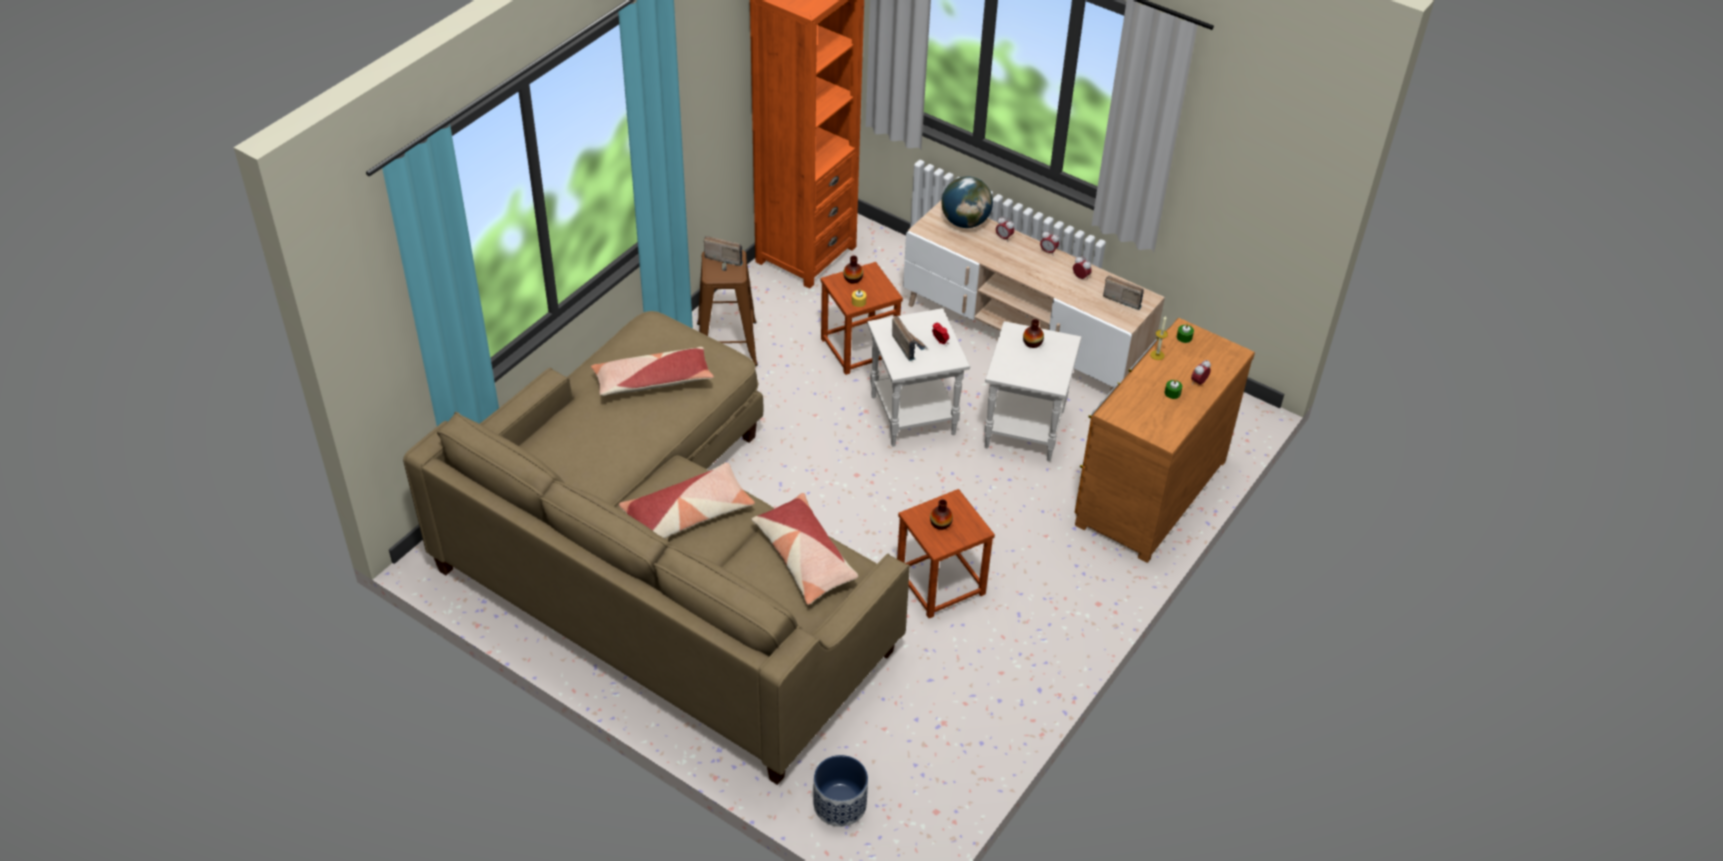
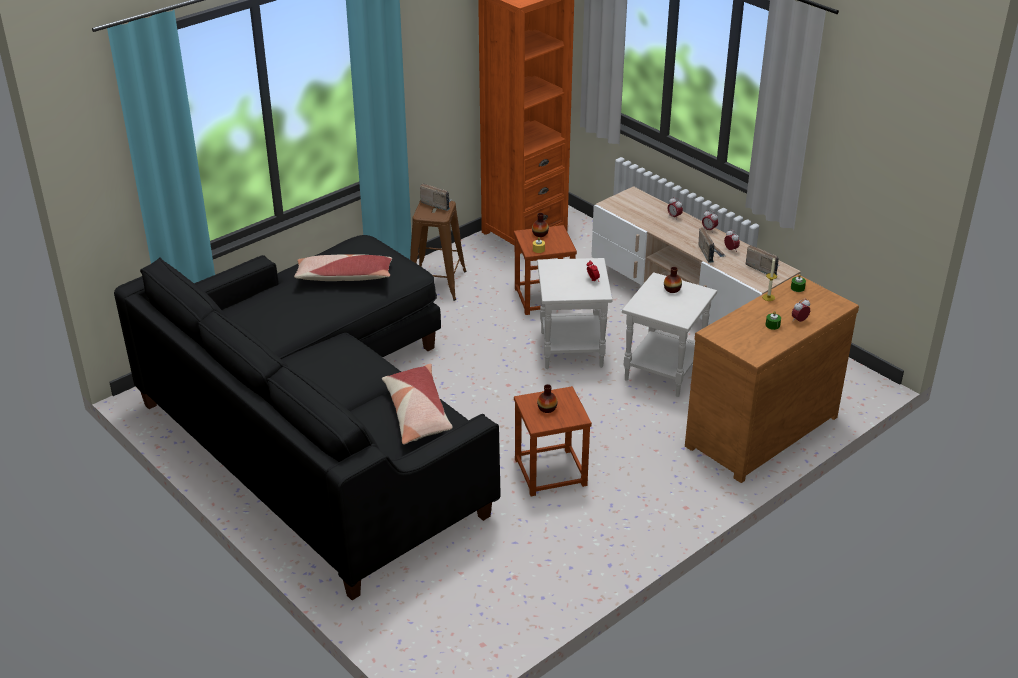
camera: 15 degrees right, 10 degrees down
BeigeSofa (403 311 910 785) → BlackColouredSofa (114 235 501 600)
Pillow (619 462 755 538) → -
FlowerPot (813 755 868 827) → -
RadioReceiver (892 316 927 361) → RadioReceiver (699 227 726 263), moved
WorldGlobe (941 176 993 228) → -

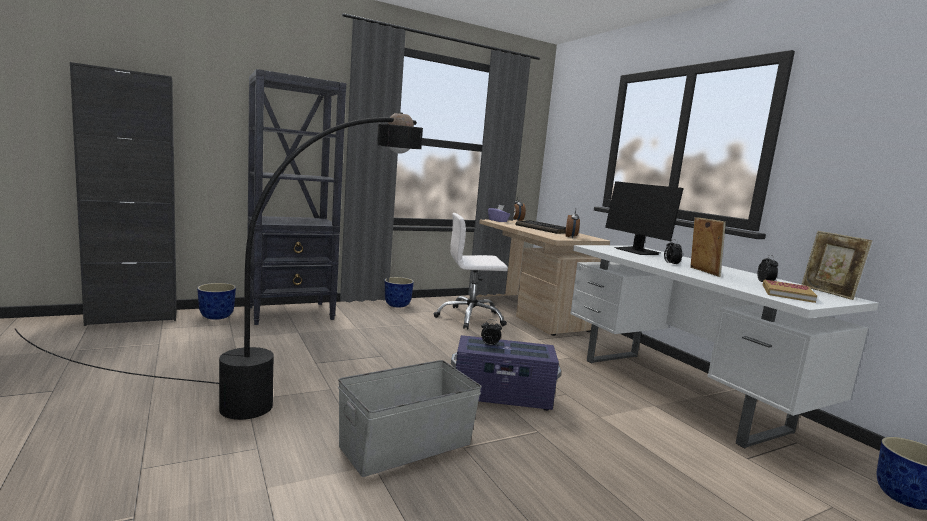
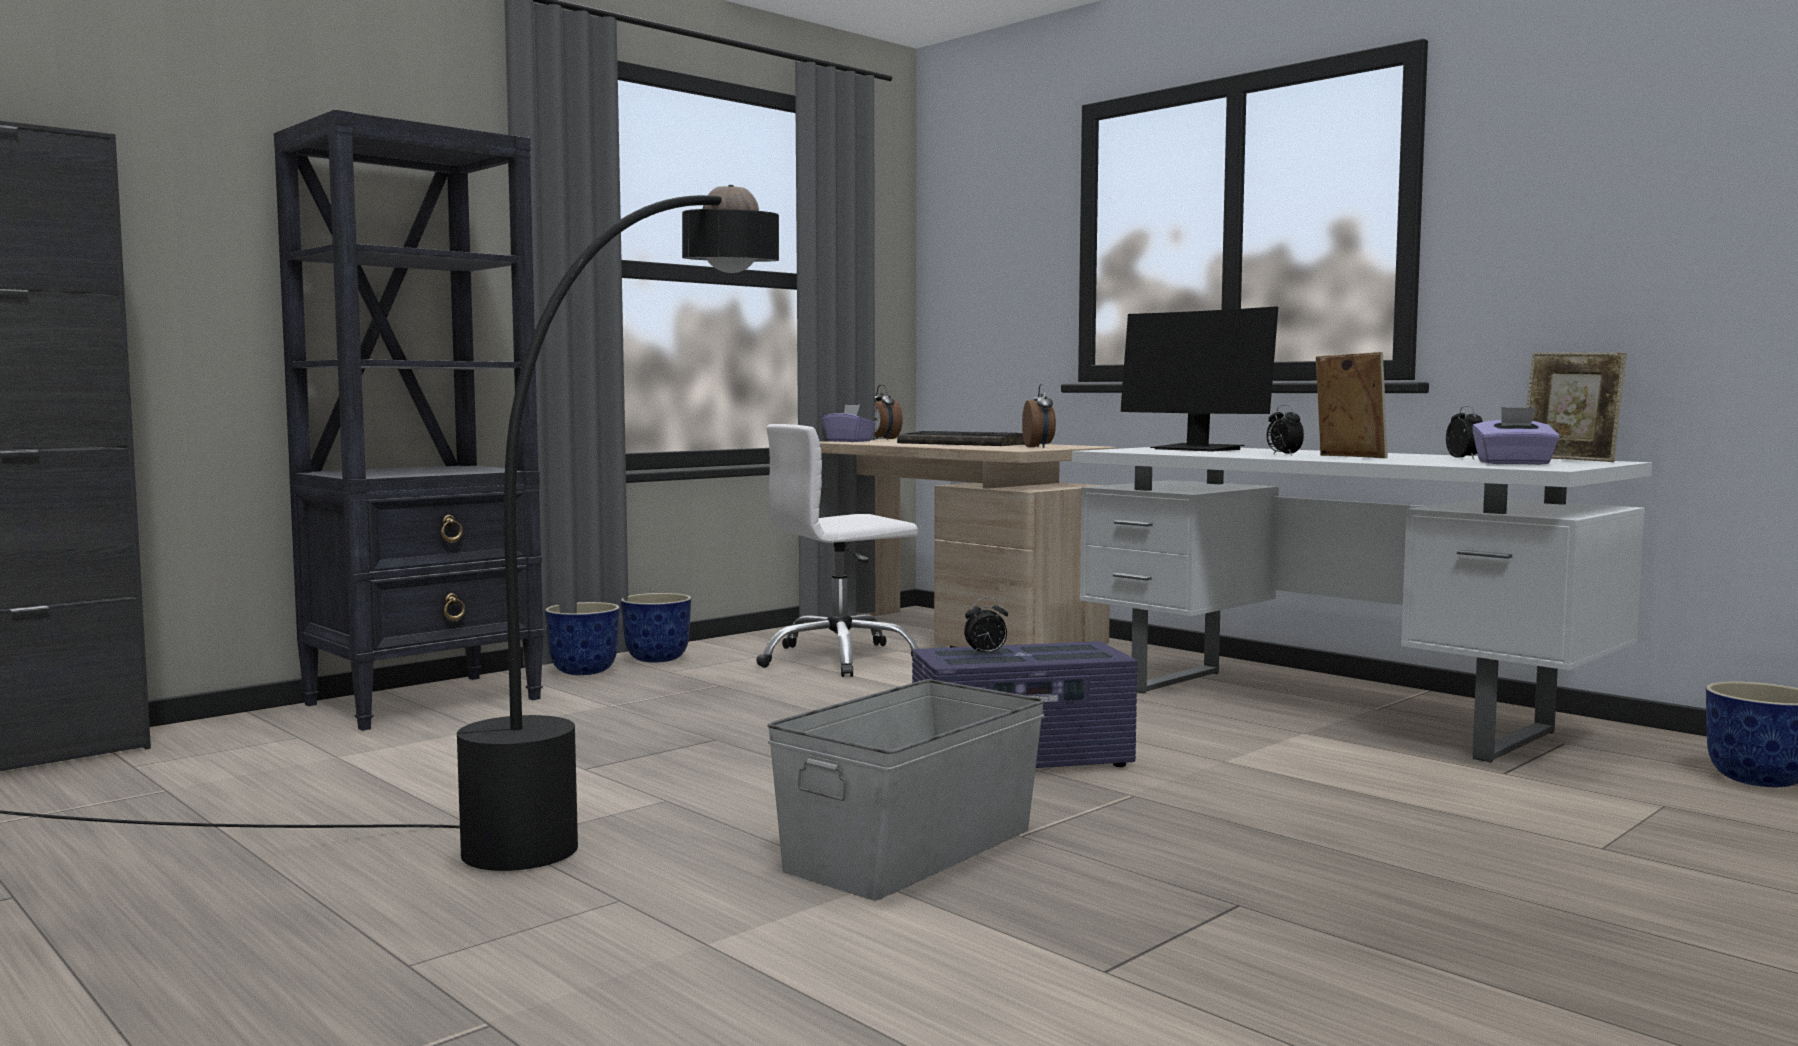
camera: 15 degrees left, 5 degrees down
FlowerPot (197 283 236 320) → FlowerPot (545 602 620 675), moved
BoundBook (763 279 817 303) → PurplishBoxOfTissues (1472 407 1560 465)

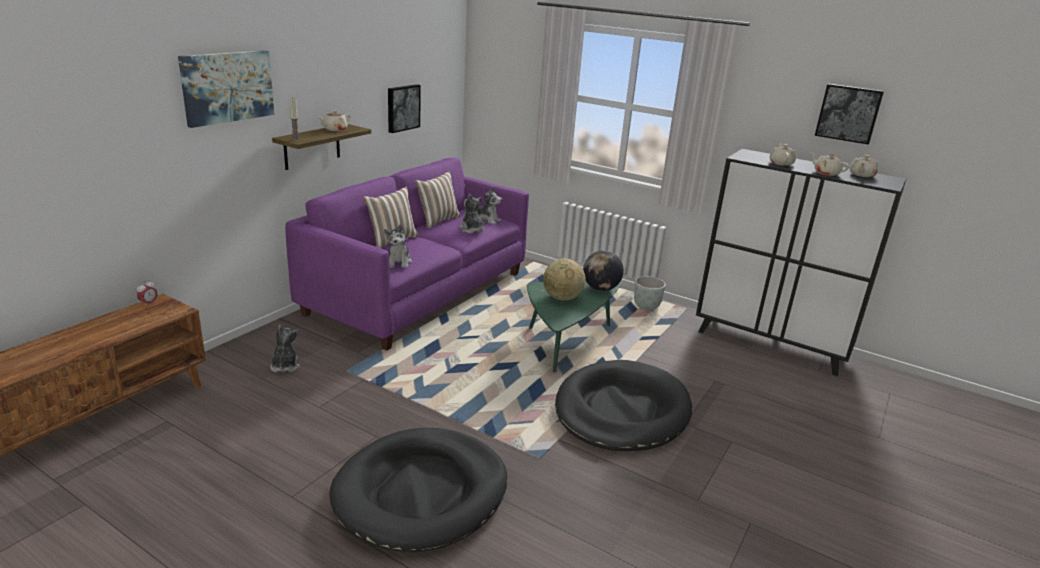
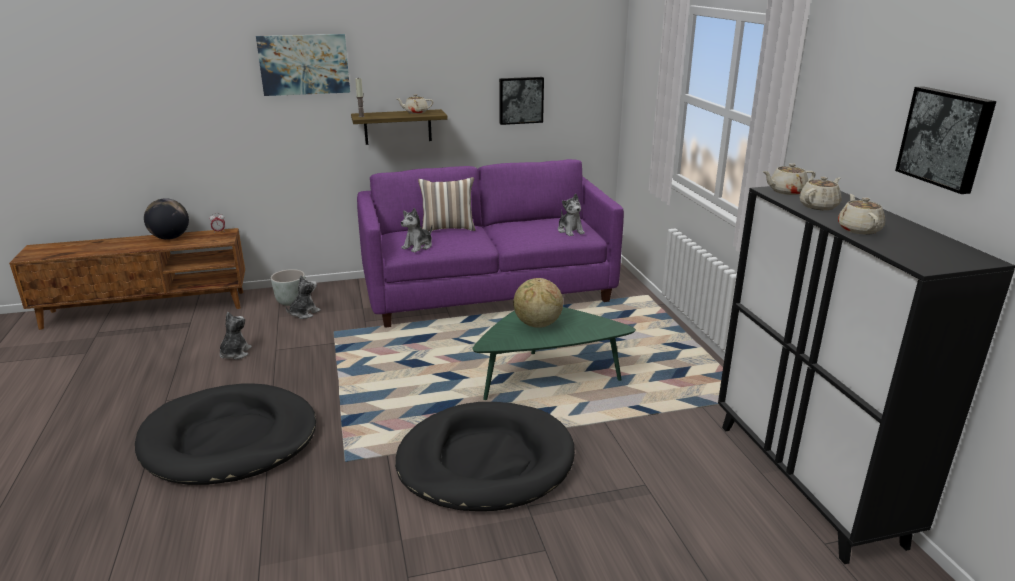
camera: 45 degrees right, 0 degrees up
Pillow (415 171 460 229) → -
SoftToy (459 194 484 233) → SoftToy (220 312 252 360), moved
WorldGlobe (583 250 624 291) → WorldGlobe (144 198 189 240), moved
GreyishFlowerPot (634 276 666 310) → GreyishFlowerPot (271 269 305 306), moved
BeigeTeapot (850 155 878 177) → BeigeTeapot (763 163 815 195), moved

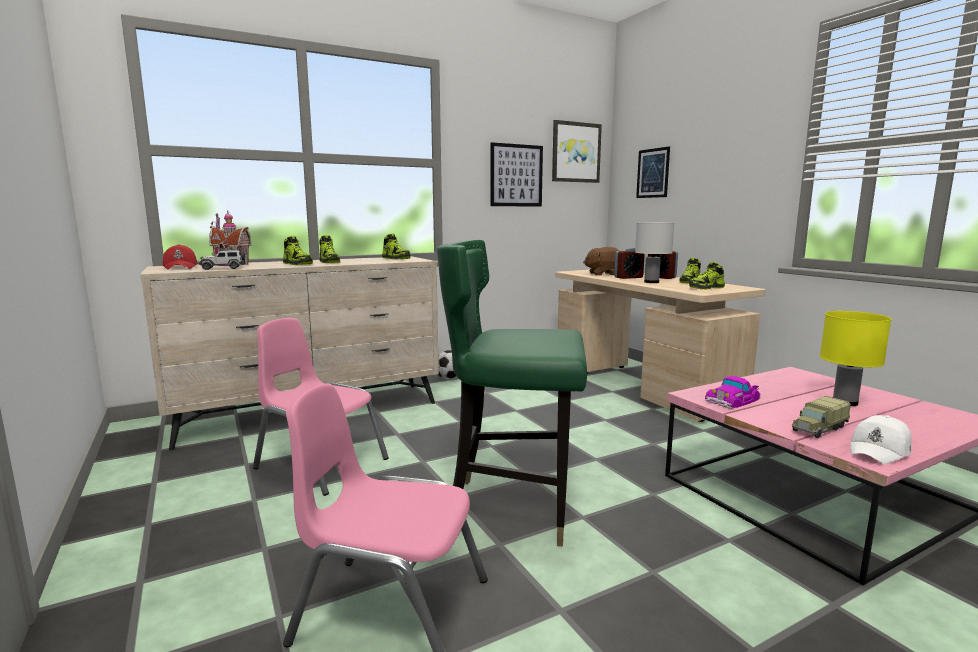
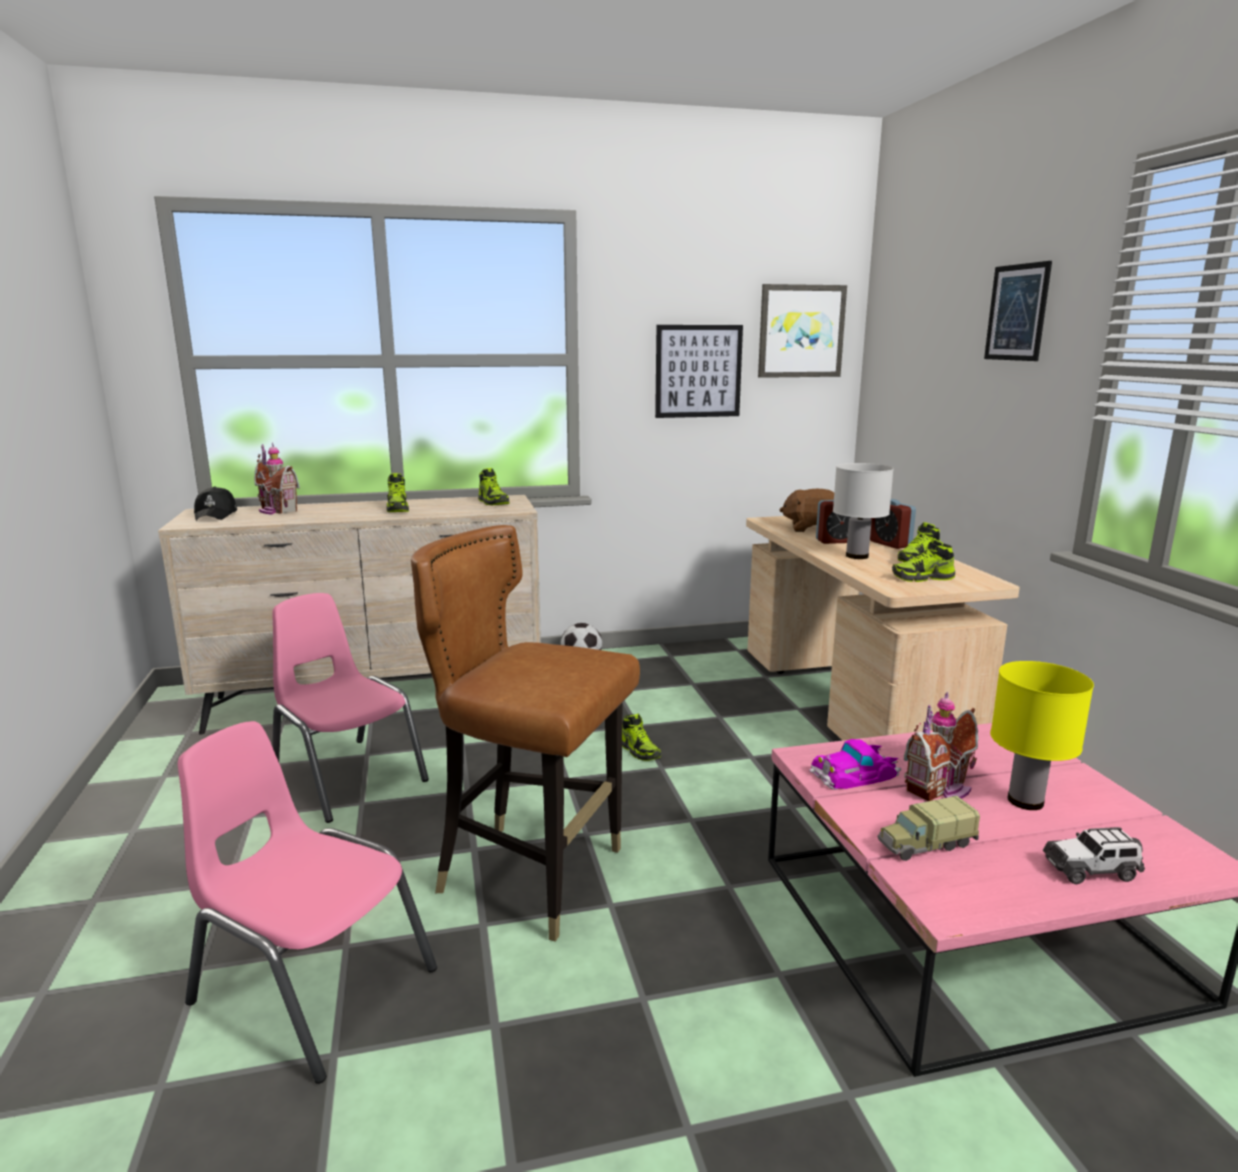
camera: 15 degrees right, 5 degrees up
ReddishBaseballCap (163 244 198 270) → BlackColouredBaseballCap (194 486 237 521)
ModelCar (199 249 246 270) → ModelCar (1043 827 1145 884), moved
Shoe (283 236 313 265) → Shoe (622 713 661 761), moved
GreenColouredPlainChair (436 240 587 546) → BrownishPlainChair (411 525 640 942)
WallArt (636 146 670 198) → WallArt (984 261 1052 361), moved
WhiteBaseballCap (851 415 912 464) → -
- → MiniatureHouse (904 692 979 801)

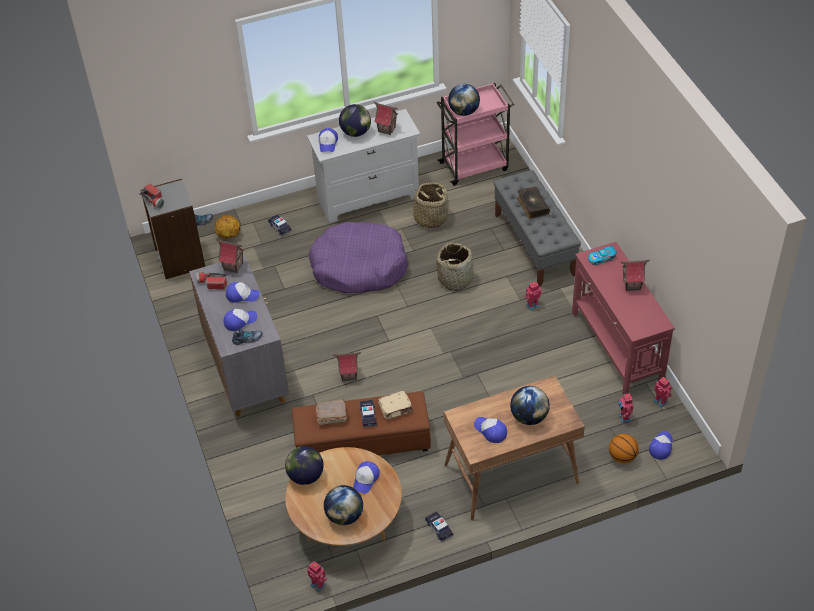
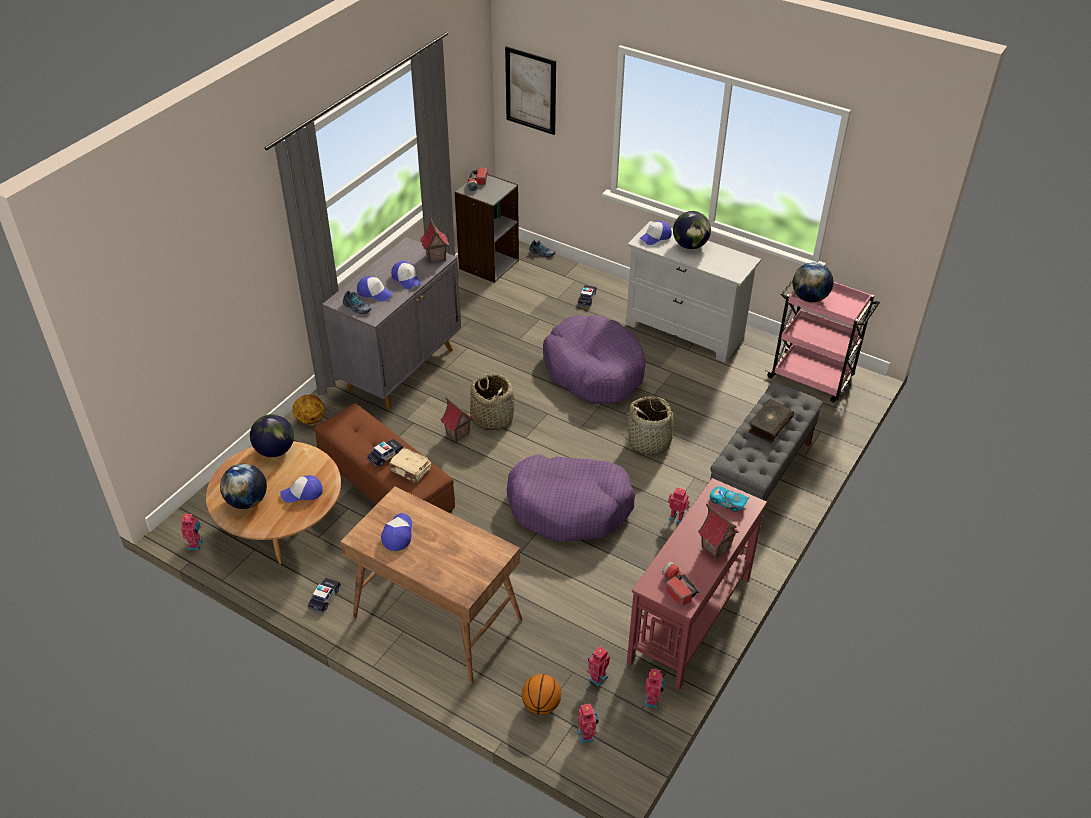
camera: 50 degrees right, 5 degrees down
Torch (196 272 227 289) → Torch (662 562 700 606), moved
BasketballBall (215 215 240 239) → BasketballBall (293 395 325 425), moved
BrownishBoundBook (316 399 347 425) → -
MiniatureHouse (374 102 398 135) → -
Basket (407 182 451 228) → Basket (470 373 515 431), moved
WorldGlobe (510 386 550 425) → -
BaseballCap (649 431 673 460) → ModelRobot (577 703 599 743)
- → WallArt (505 46 556 135)
- → PurplishPetBed (507 454 636 541)

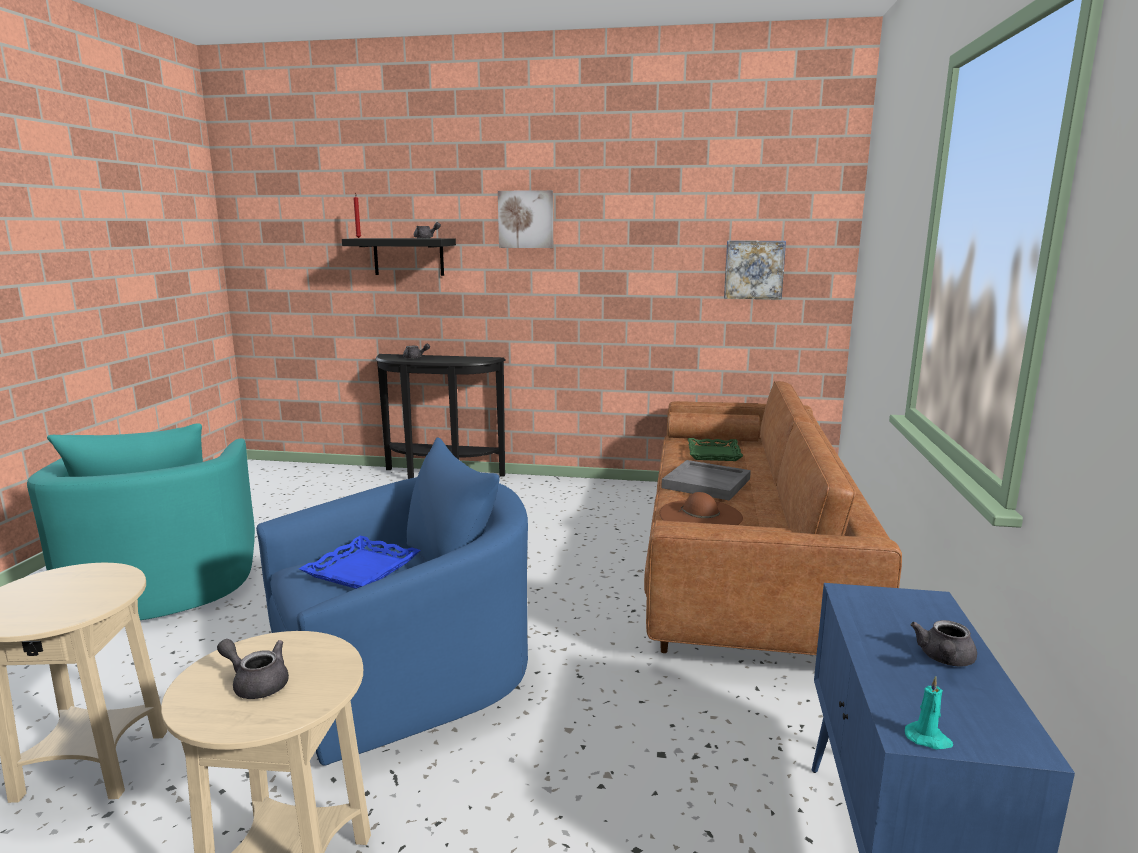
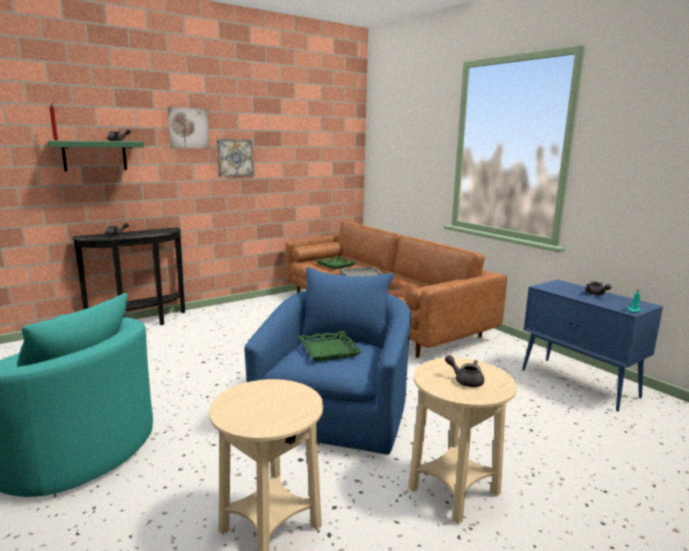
camera: 45 degrees left, 0 degrees up
GreyishTeapot (217 639 289 699) → GreyishTeapot (445 355 484 387), 60 degrees clockwise
BlueTray (299 536 421 589) → GreenColouredTray (298 331 363 361)
BlackColouredWallShelf (342 238 456 276) → GreenColouredWallShelf (48 141 144 171)
WallArt (724 240 786 300) → WallArt (216 139 253 177), moved

